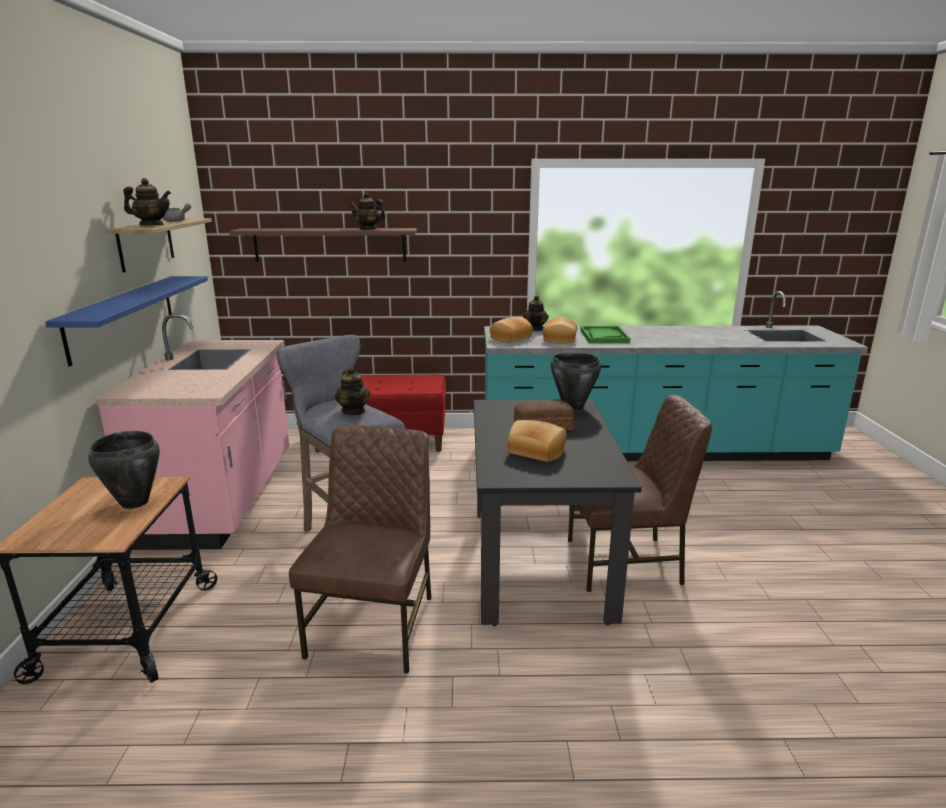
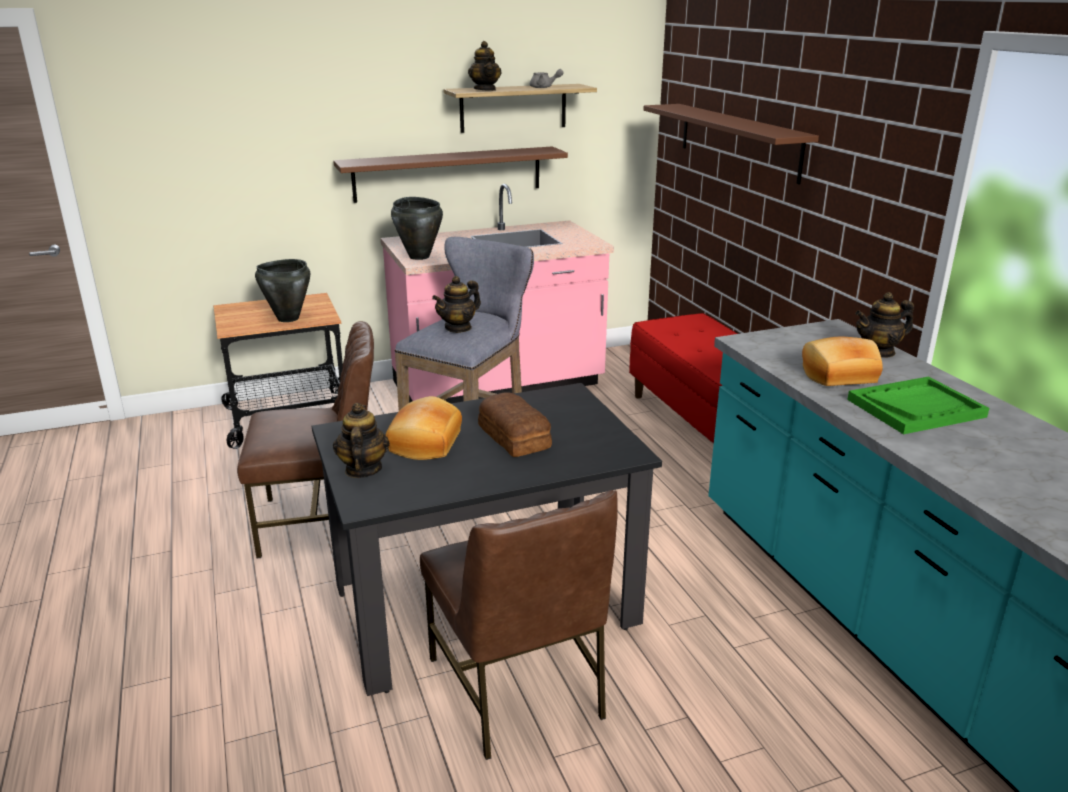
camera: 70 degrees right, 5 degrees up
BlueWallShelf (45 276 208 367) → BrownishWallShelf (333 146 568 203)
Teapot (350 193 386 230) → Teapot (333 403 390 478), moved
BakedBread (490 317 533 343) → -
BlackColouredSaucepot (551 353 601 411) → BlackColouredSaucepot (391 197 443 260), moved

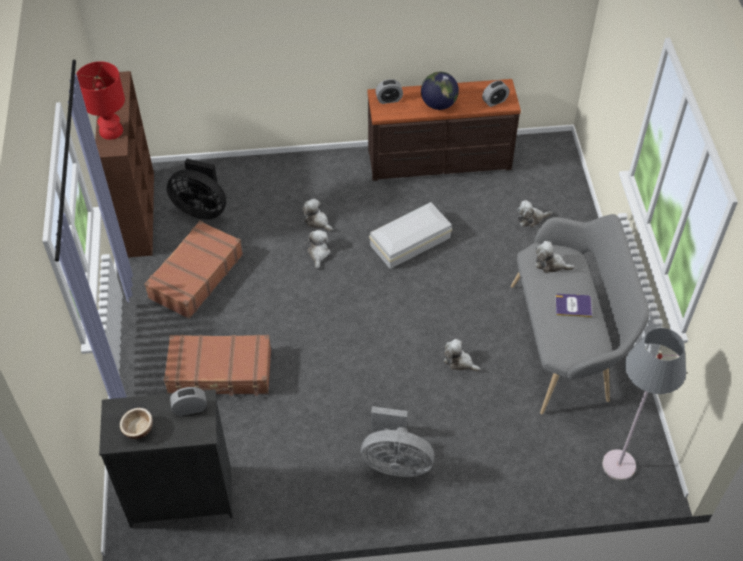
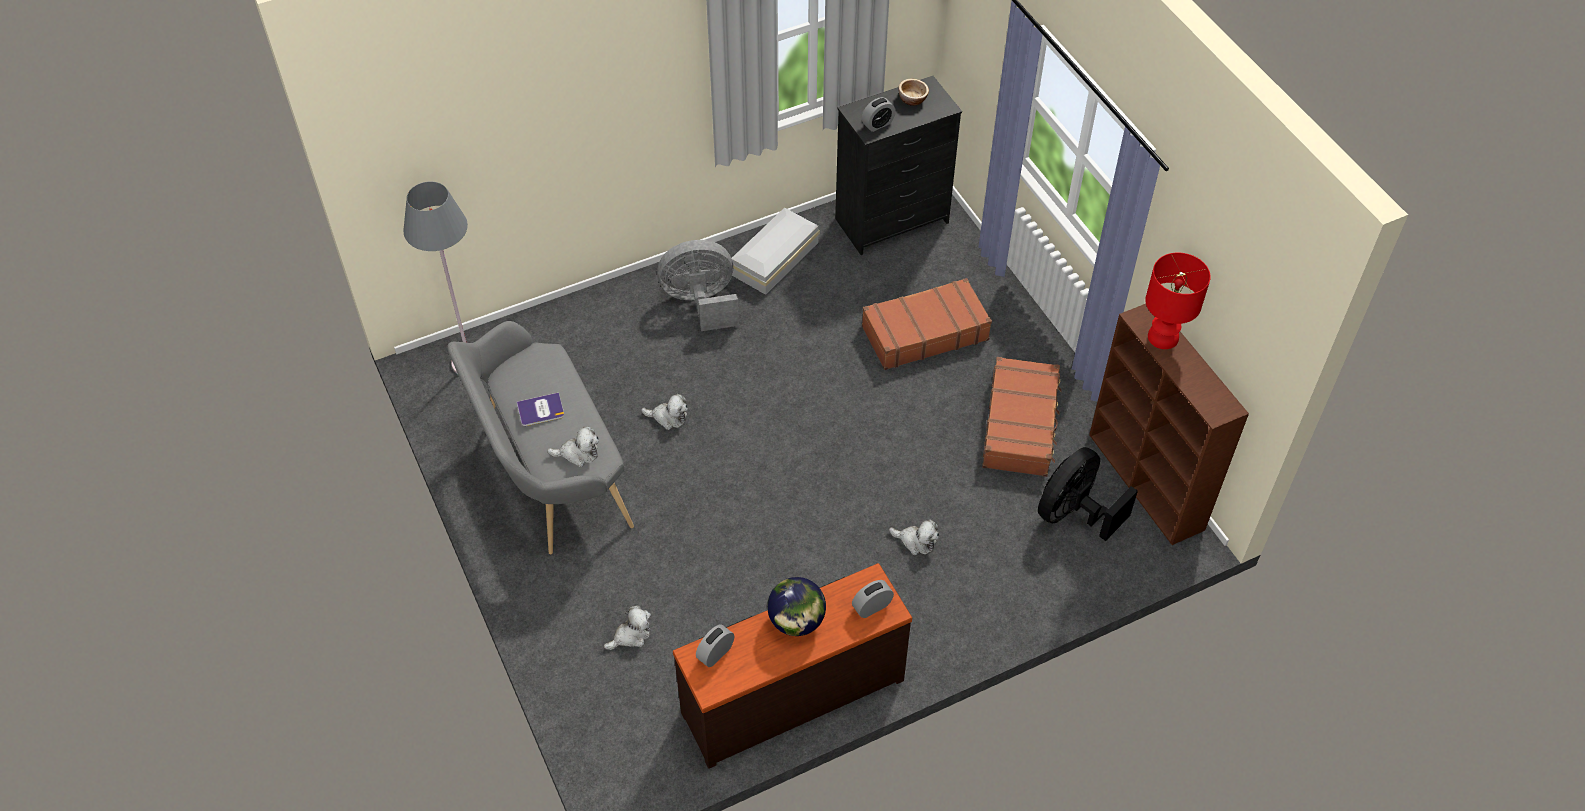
camera: 160 degrees right, 0 degrees up
BlackColouredCoolingFan (167 159 226 219) → BlackColouredCoolingFan (1038 447 1138 541), 45 degrees counterclockwise
SoftToy (306 230 331 269) → -
WhiteStorageBox (369 202 452 269) → WhiteStorageBox (731 208 820 295), moved

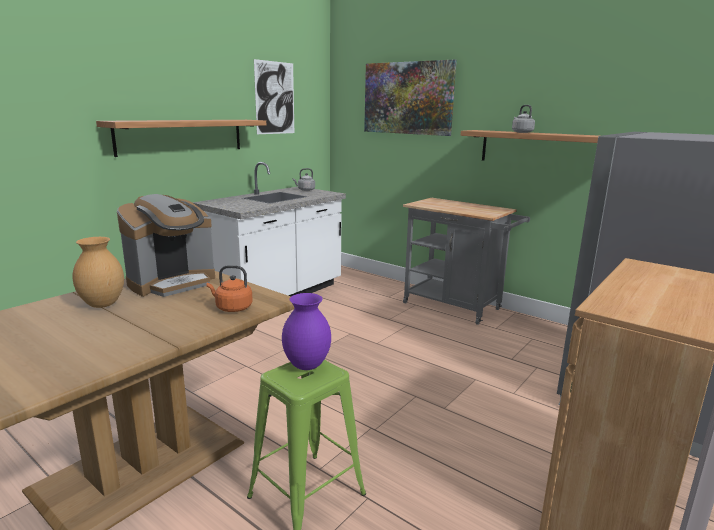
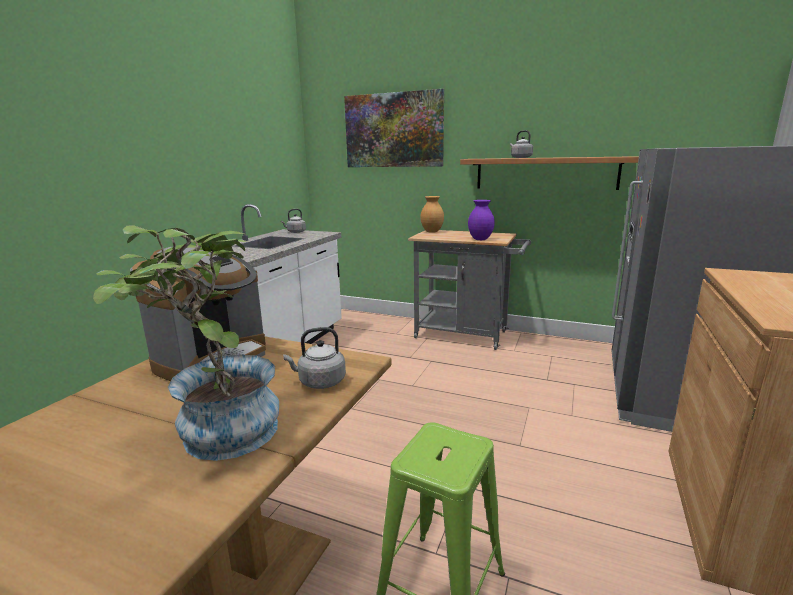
camera: 15 degrees left, 0 degrees up
BrownishFlowerVase (73 237 124 308) → BrownishFlowerVase (421 196 444 233), moved
WallShelf (96 120 266 157) → -
OrangeyTeaKettle (206 265 253 312) → GreyishTeaKettle (283 327 346 389)
WallArt (254 59 294 134) → -
PurplishFlowerVase (282 293 331 370) → PurplishFlowerVase (468 200 495 240), moved
- → PottedPlant (93 225 279 461)

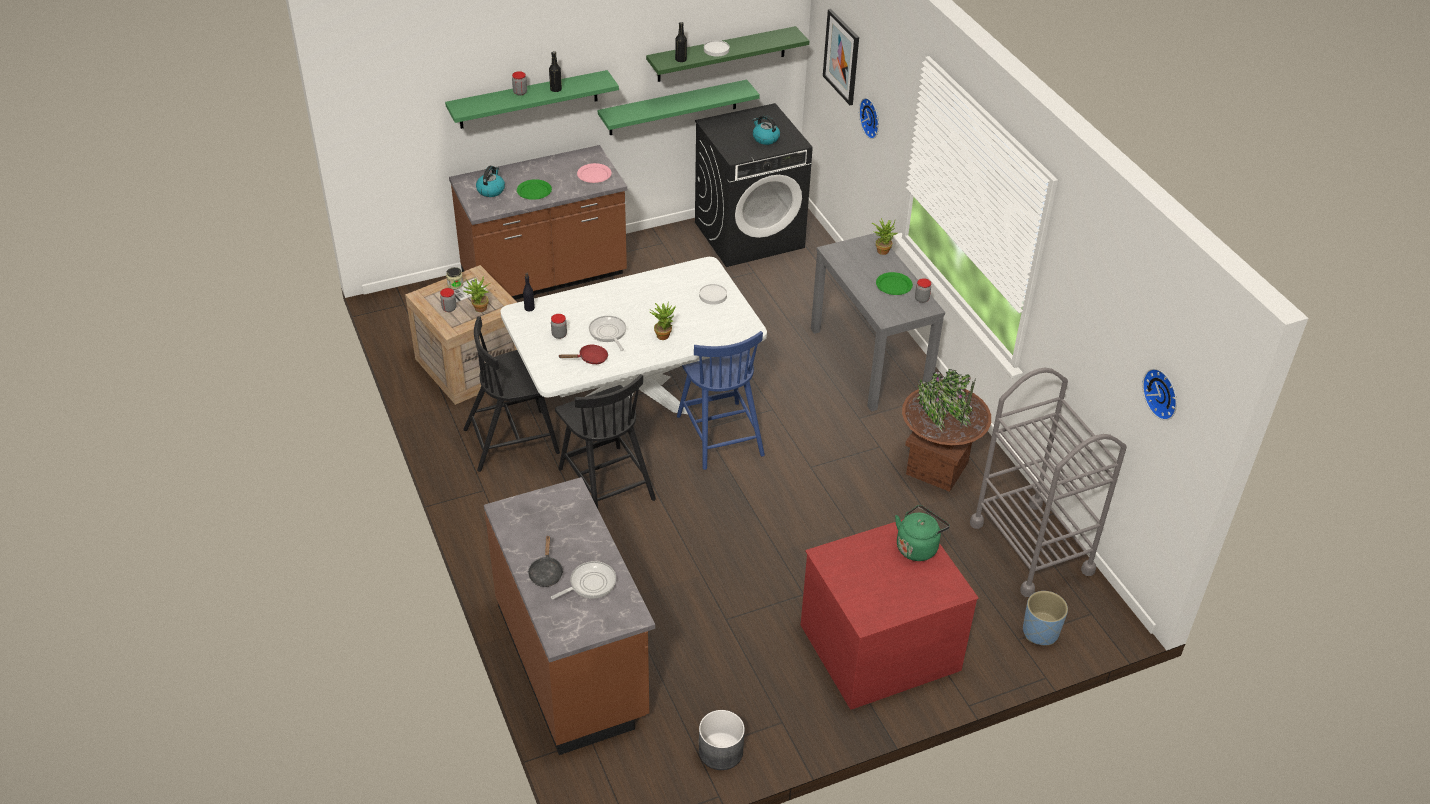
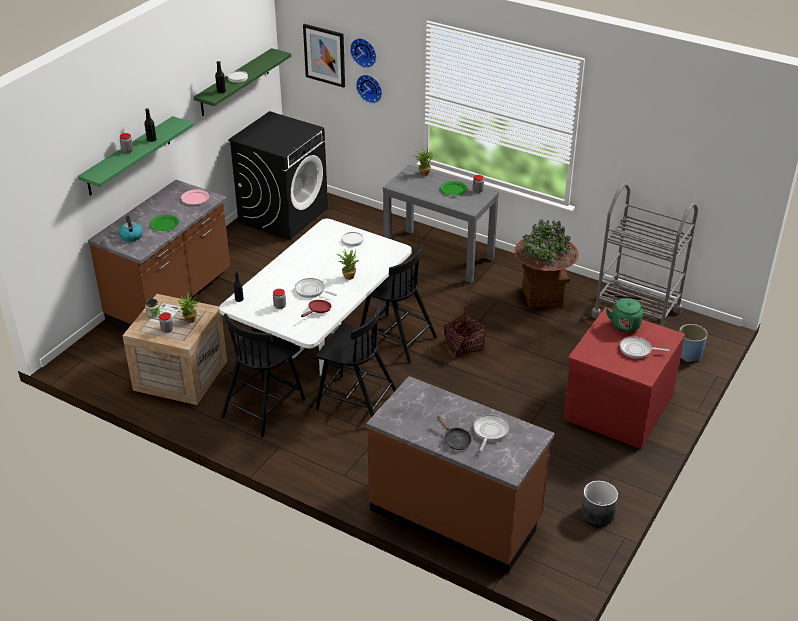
camera: 35 degrees left, 5 degrees down
GreenColouredWallShelf (598 80 760 135) → -
BluePlainChair (677 331 765 470) → BlackColouredPlainChair (360 242 437 363)
TeaKettle (753 115 780 145) → -
ClockOnTheWall (1142 368 1177 420) → ClockOnTheWall (350 38 377 68), moved
- → Basket (444 307 486 357)
- → Pan (620 336 670 359)

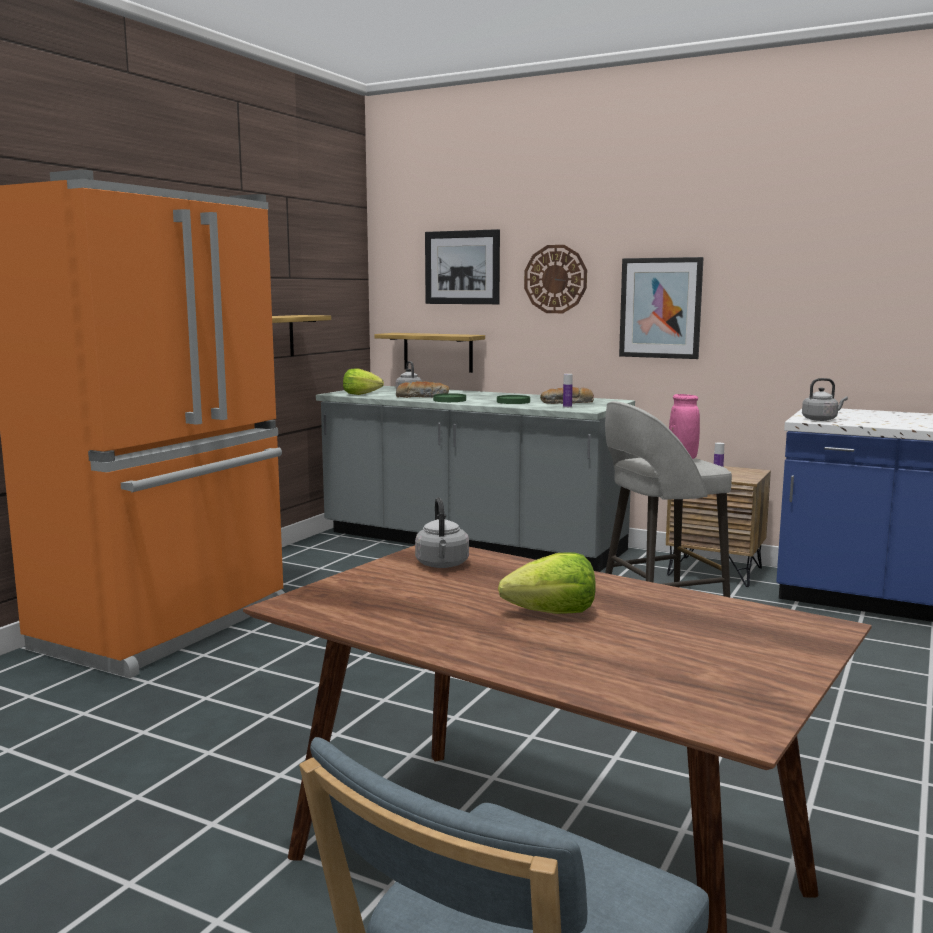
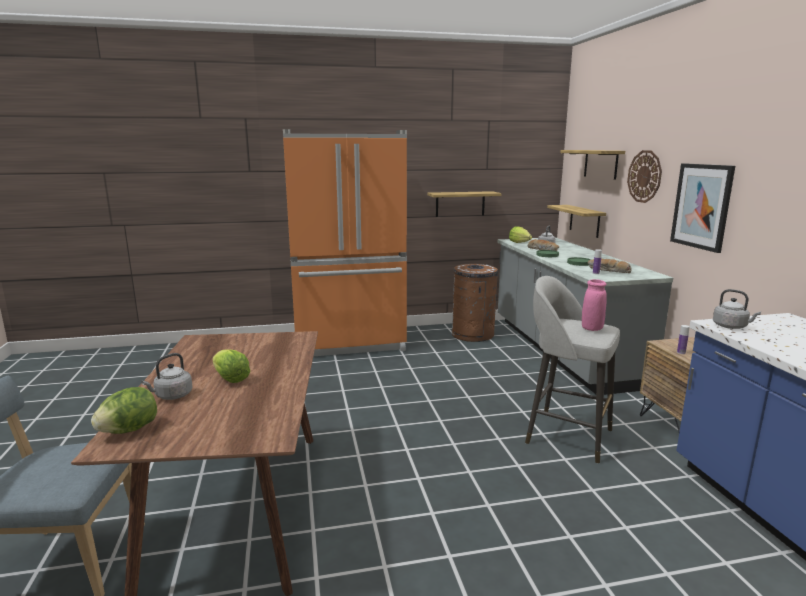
camera: 50 degrees right, 5 degrees up
GreyishTeaKettle (415 497 469 568) → GreyishTeaKettle (142 353 192 400), moved
WallArt (425 229 500 304) → WallShelf (560 150 625 180)
- → LettuceHead (91 387 157 434)
- → BrownishTrashCan (452 264 498 342)

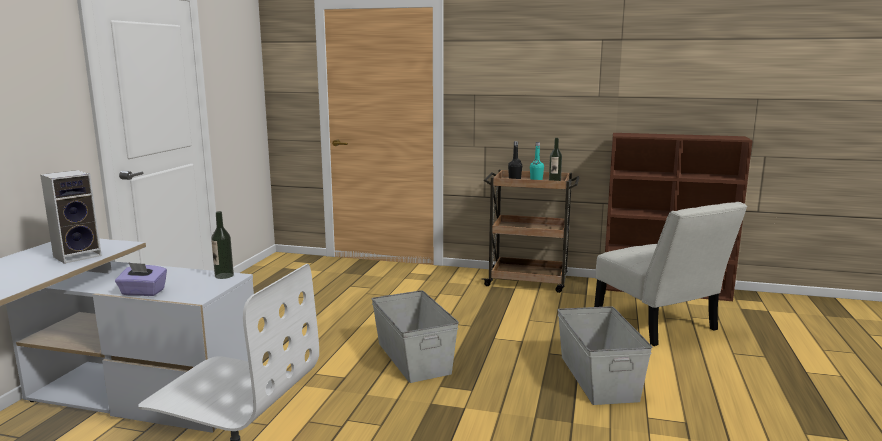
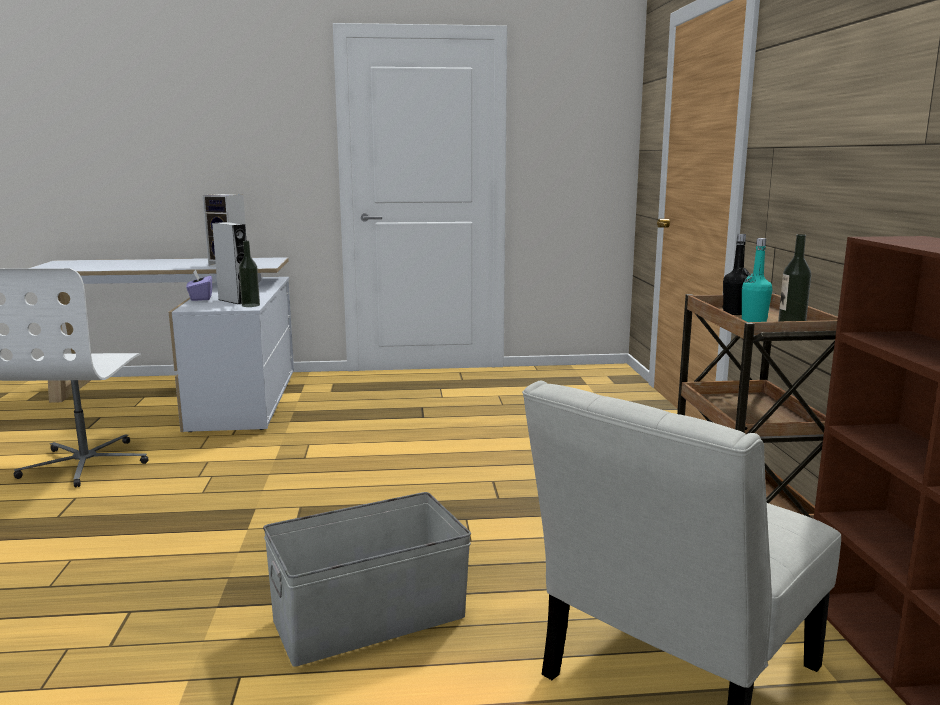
camera: 70 degrees right, 0 degrees up
GreyishStorageBox (372 290 459 383) → -
- → GreyishAudioSpeaker (212 222 246 304)

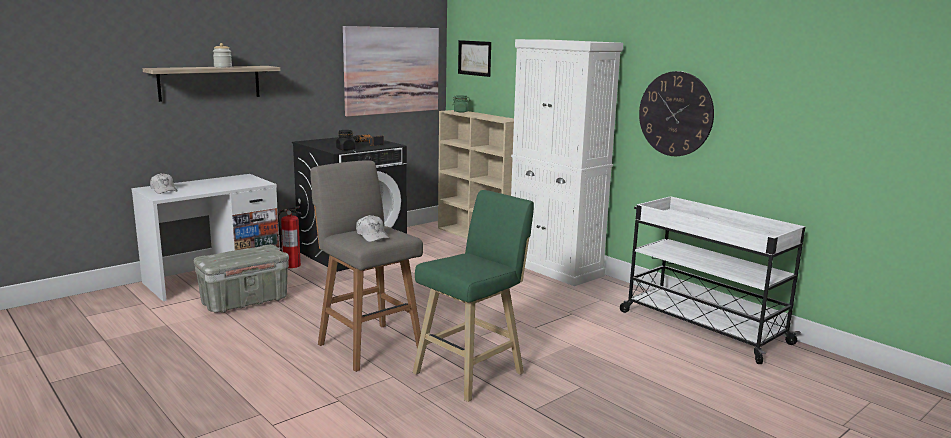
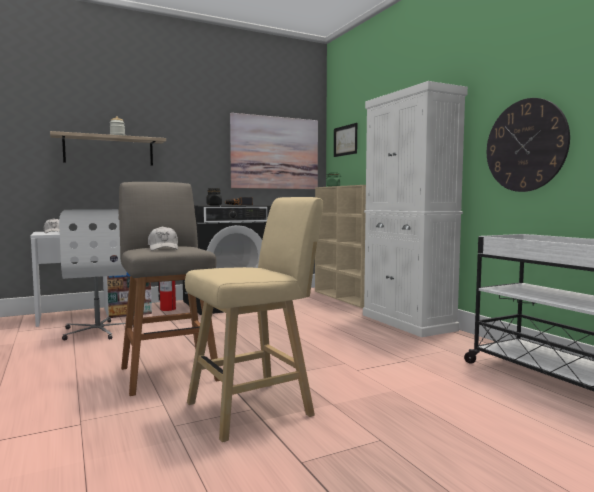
camera: 15 degrees right, 10 degrees down
GreyishStorageBox (194 245 289 313) → WhiteComputerChair (59 209 134 340)
GreenColouredStoolSeat (412 190 534 402) → BeigeStoolSeat (185 197 323 442)

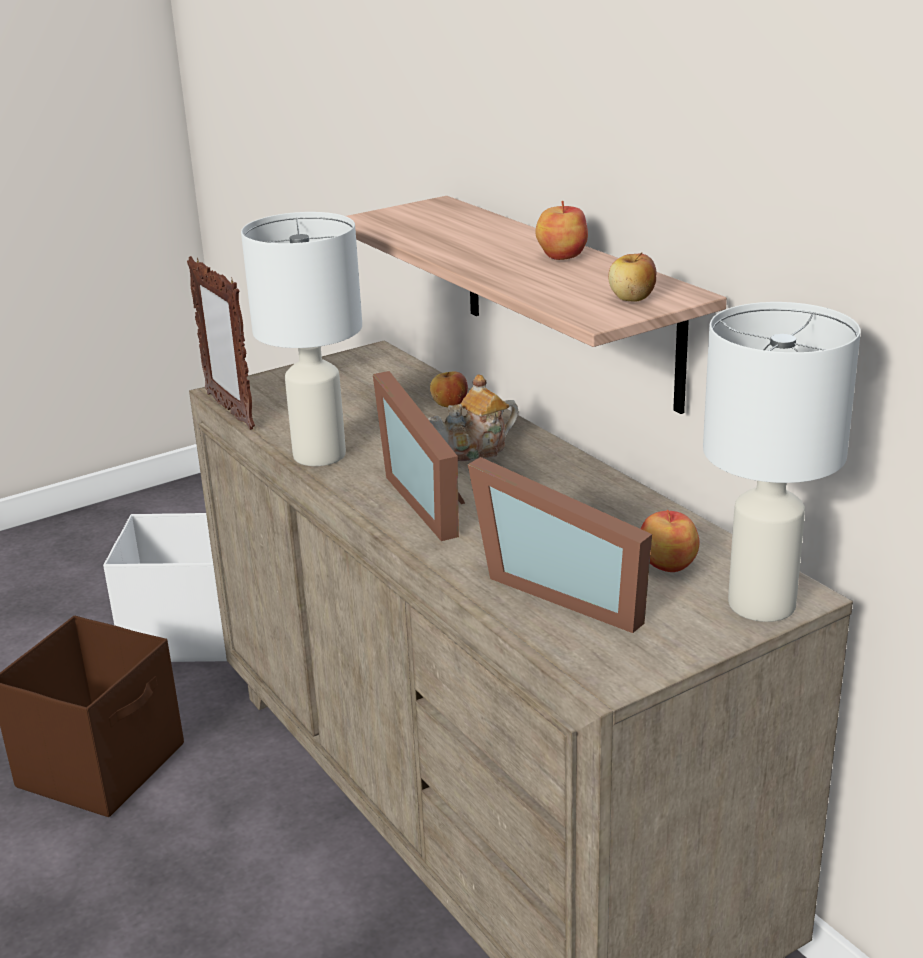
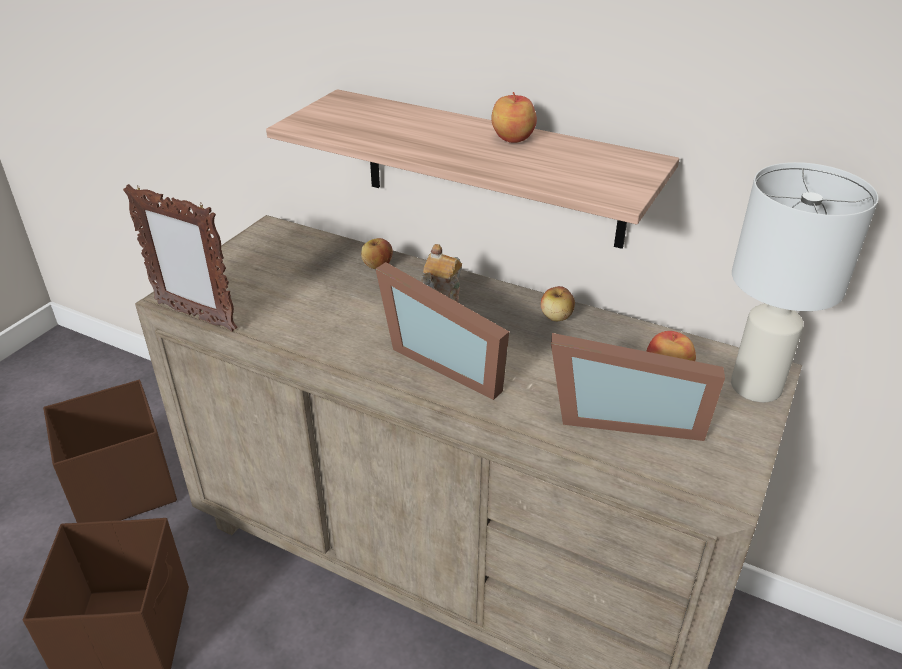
camera: 30 degrees left, 10 degrees up
WhiteStorageBox (103 513 227 662) → BrownishStorageBox (43 380 177 523)
WhiteTableLamp (241 212 362 466) → -
WholeApple (608 252 656 302) → WholeApple (541 286 575 321), moved

